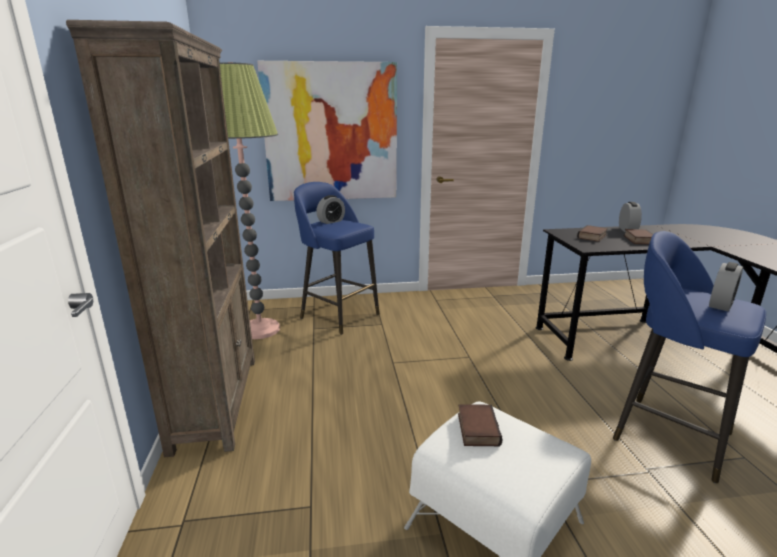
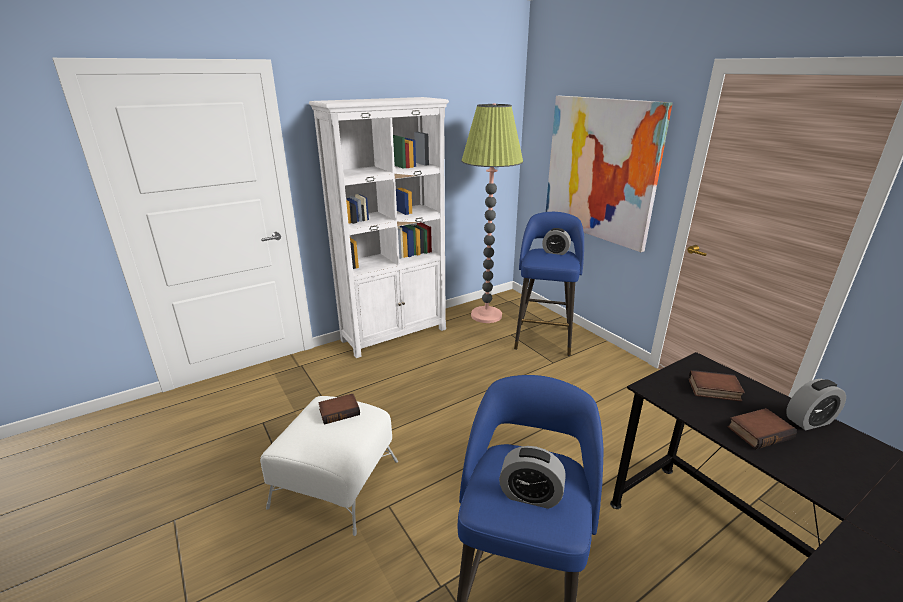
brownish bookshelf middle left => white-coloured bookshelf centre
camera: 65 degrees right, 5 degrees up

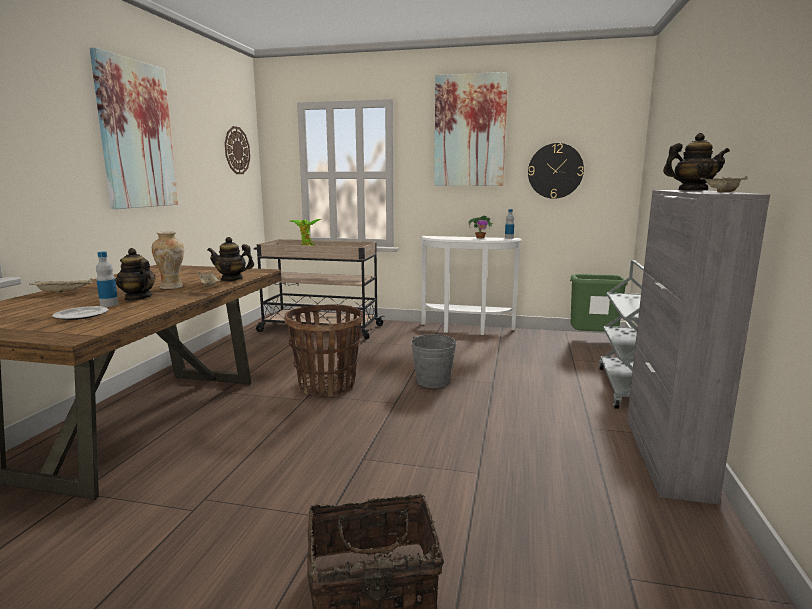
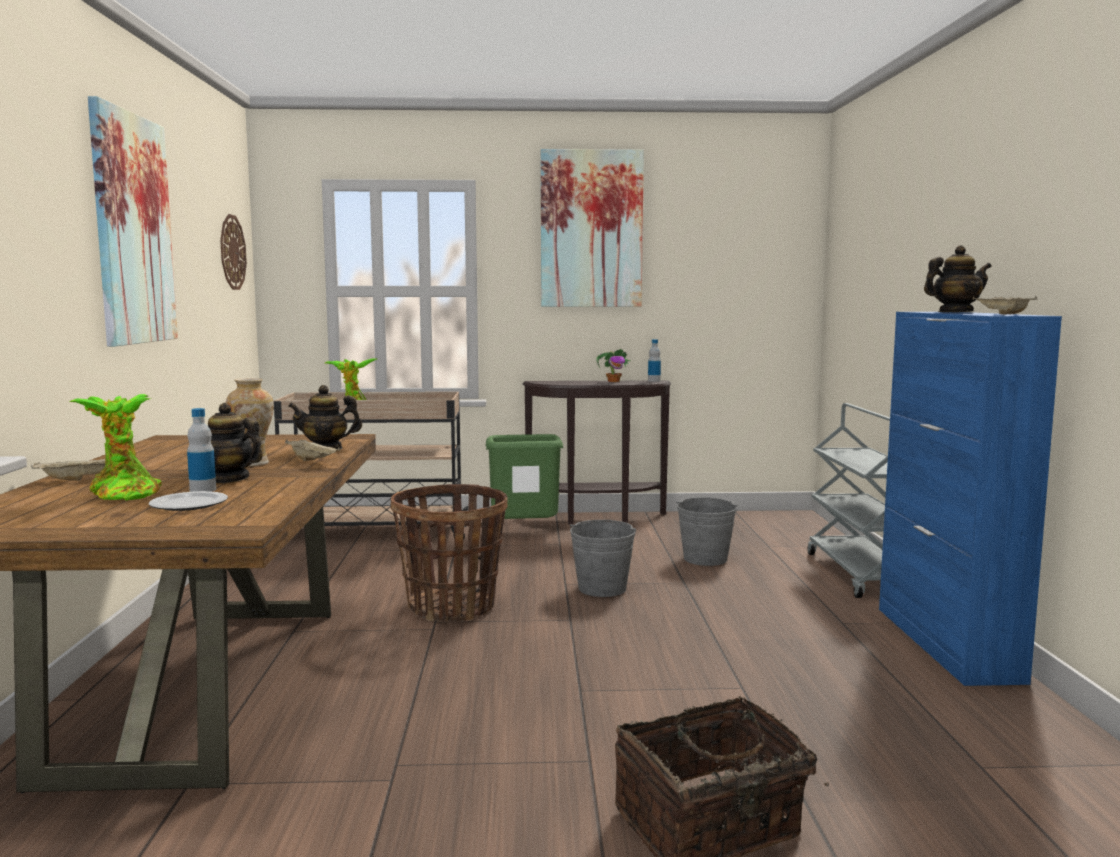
white-coloured narrow table centre => brownish narrow table centre
hanging clock (no. 2 from left) top right => nothing
greenish rubbish bin middle right => greenish rubbish bin centre, shifted
gray cupboard middle right => blue-coloured cupboard middle right
nothing => plant in a pot (no. 1 from left) middle left
nothing => gray bucket (no. 2 from left) centre
camera: 15 degrees left, 5 degrees down

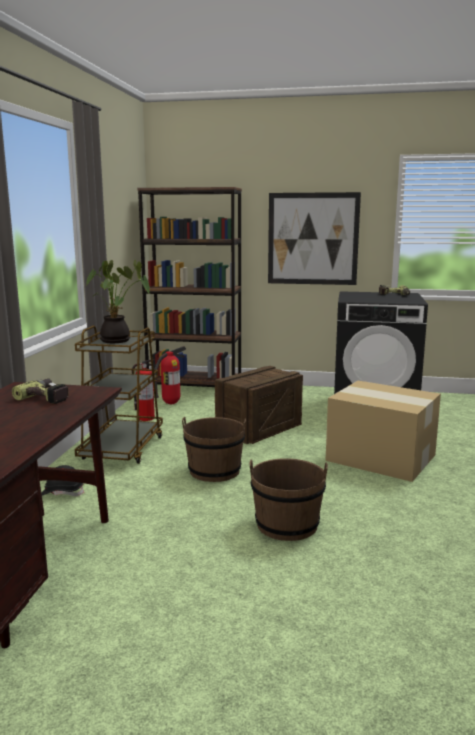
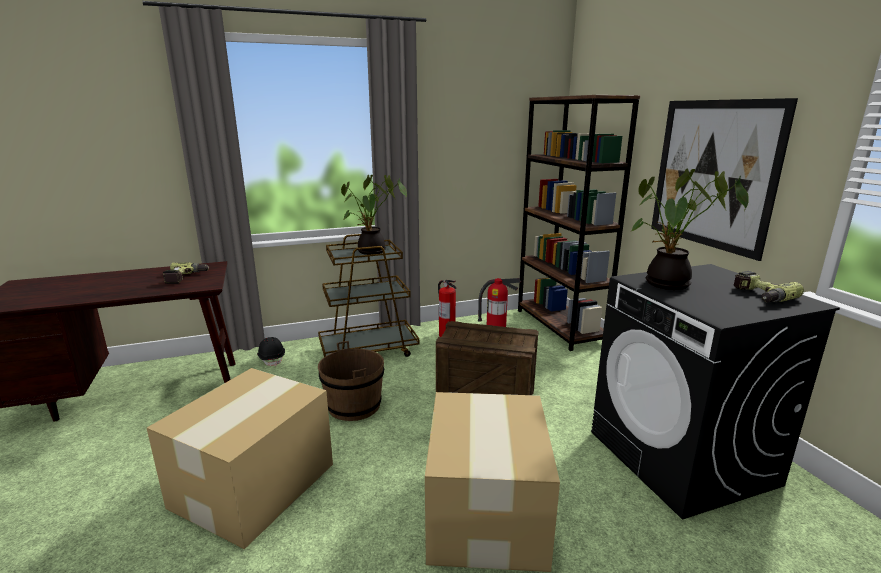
brownish bucket (no. 2 from left) bottom centre => carton (no. 1 from left) bottom left
nothing => plant in a pot (no. 2 from left) middle right
camera: 60 degrees right, 5 degrees up

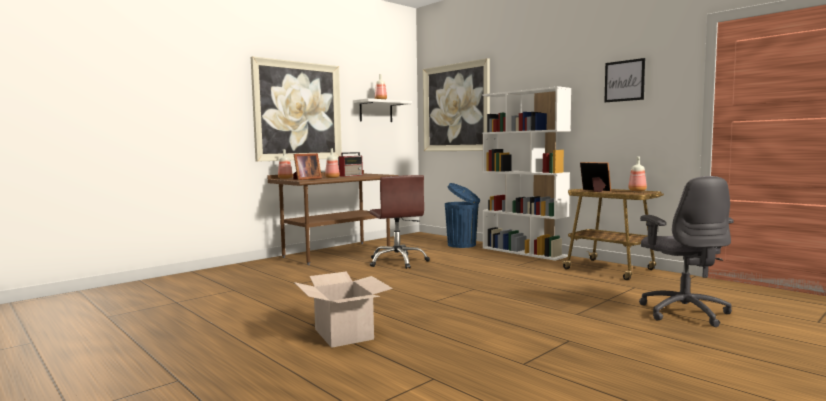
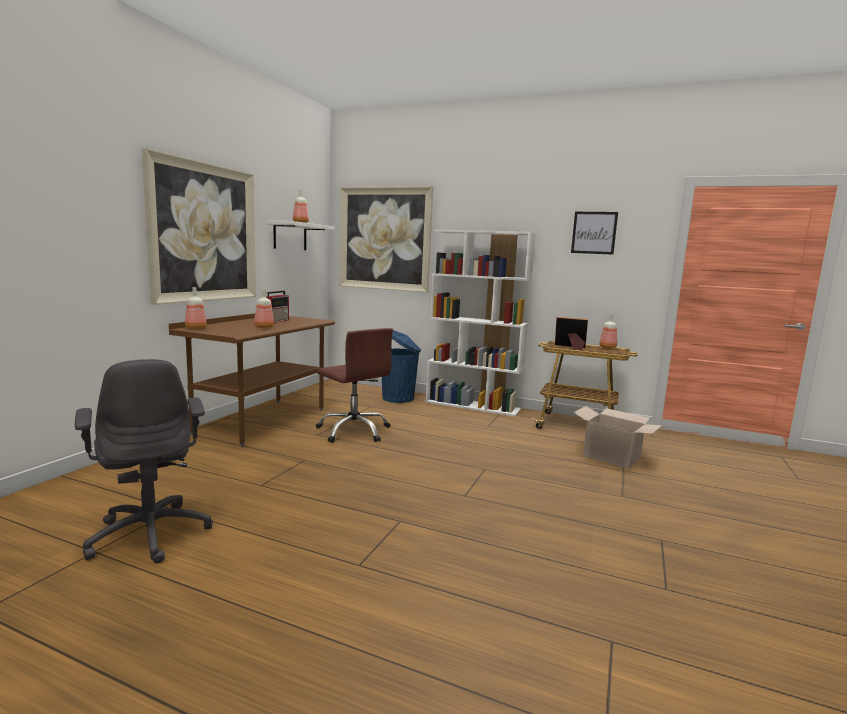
picture frame (no. 1 from left) centre => nothing
carton bottom centre => carton middle right, shifted
gray office chair middle right => gray office chair middle left, shifted
camera: 25 degrees left, 5 degrees up

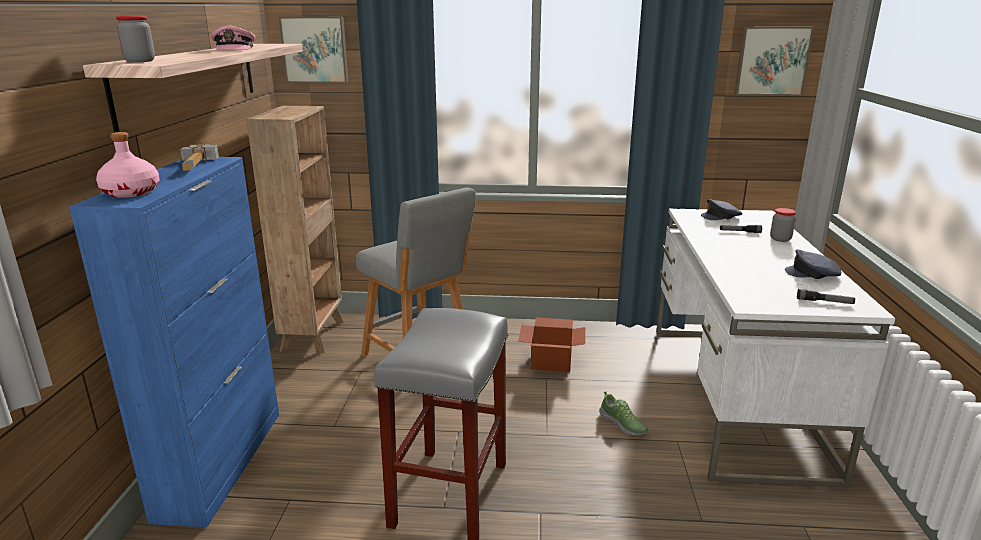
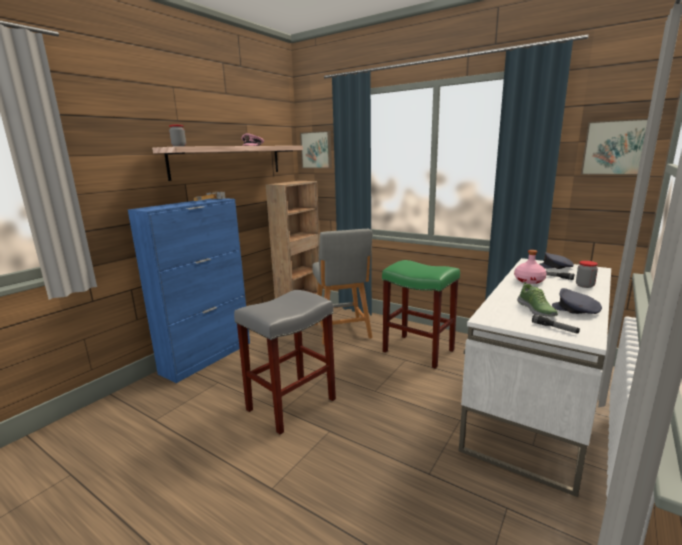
pink-coloured beverage bottle top left => pink-coloured beverage bottle middle right, shifted
carton centre => greenish sitting stool centre
low shoe bottom centre => low shoe middle right, shifted
camera: 30 degrees right, 5 degrees down

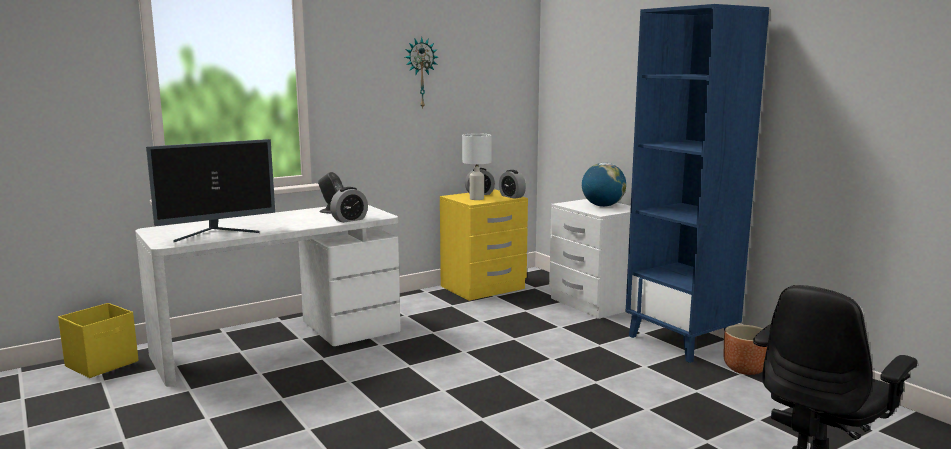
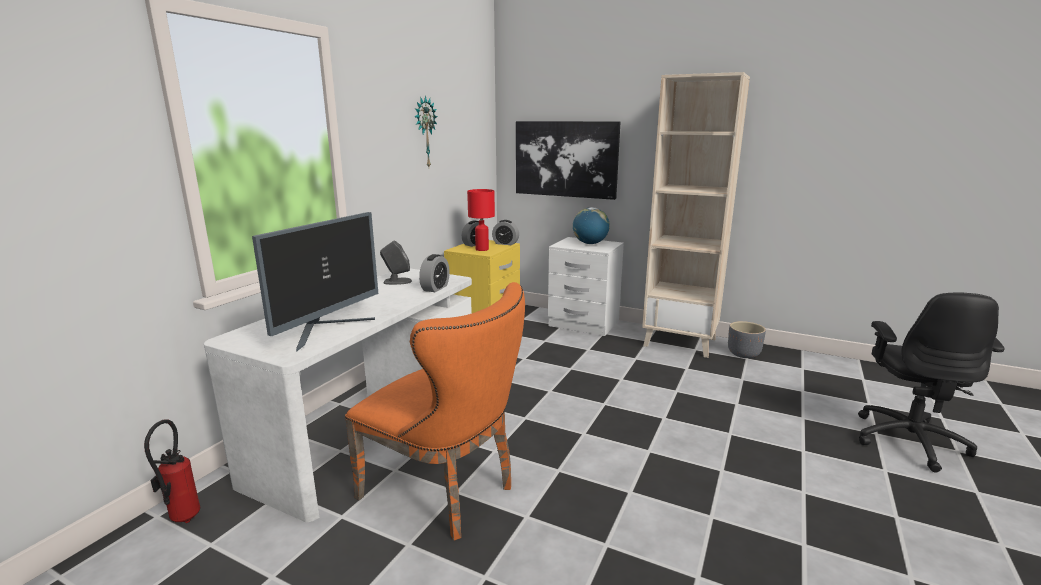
yellow storage container bottom left => extinguisher bottom left
white-coloured lamp for a table centre => reddish lamp for a table centre
blue-coloured bookshelf middle right => sand-coloured bookshelf middle right
brownish plant pot bottom right => gray plant pot middle right
nothing => orangey chair bottom centre
nothing => wall art top centre
camera: 30 degrees left, 5 degrees up

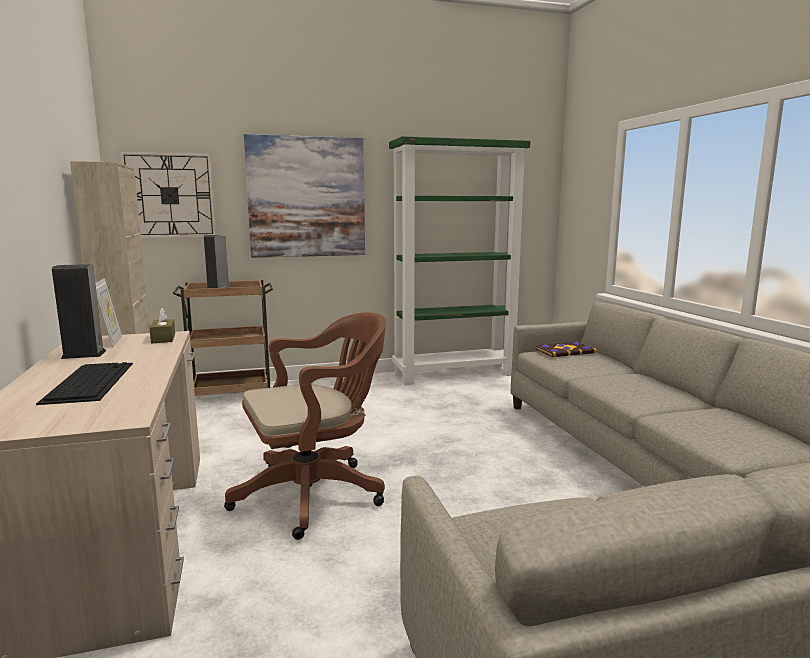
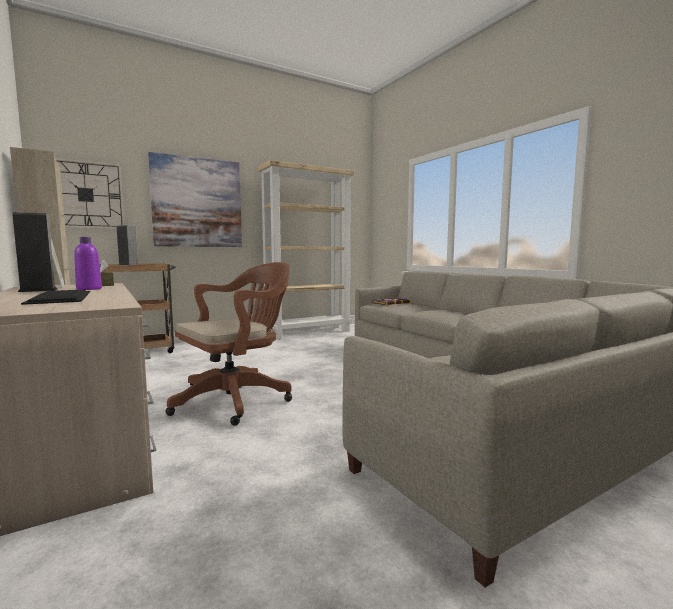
greenish bookshelf centre => sand-coloured bookshelf centre
nothing => purple beverage bottle middle left
camera: 15 degrees left, 5 degrees down

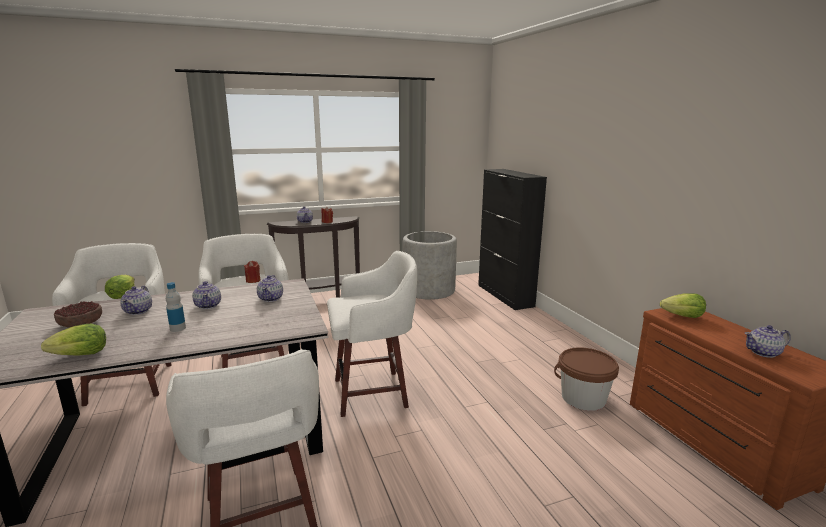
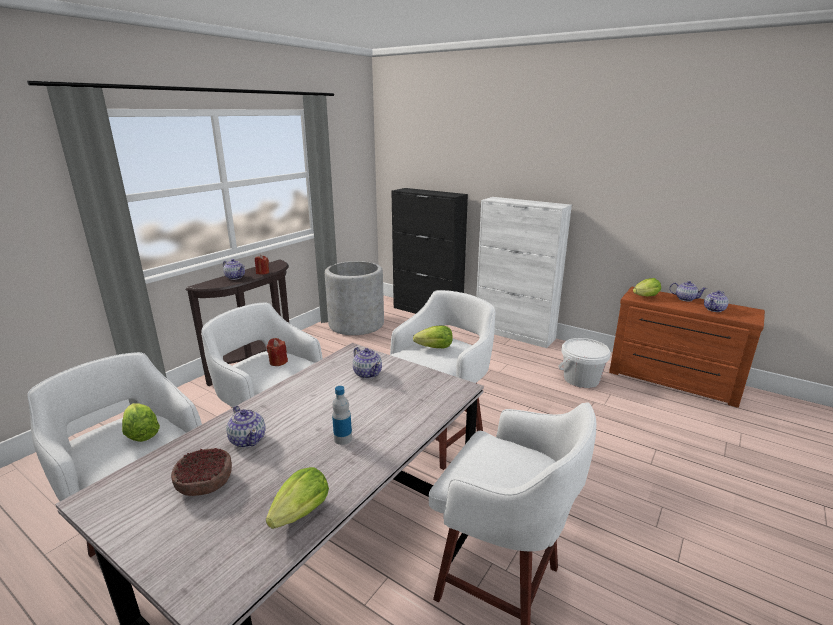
teapot (no. 2 from left in the first image) middle left => teapot (no. 4 from left) middle right, shifted
brownish bucket bottom right => white-coloured bucket middle right
nothing => head of lettuce (no. 3 from left) centre
nothing => white-coloured cupboard centre
camera: 35 degrees left, 5 degrees up

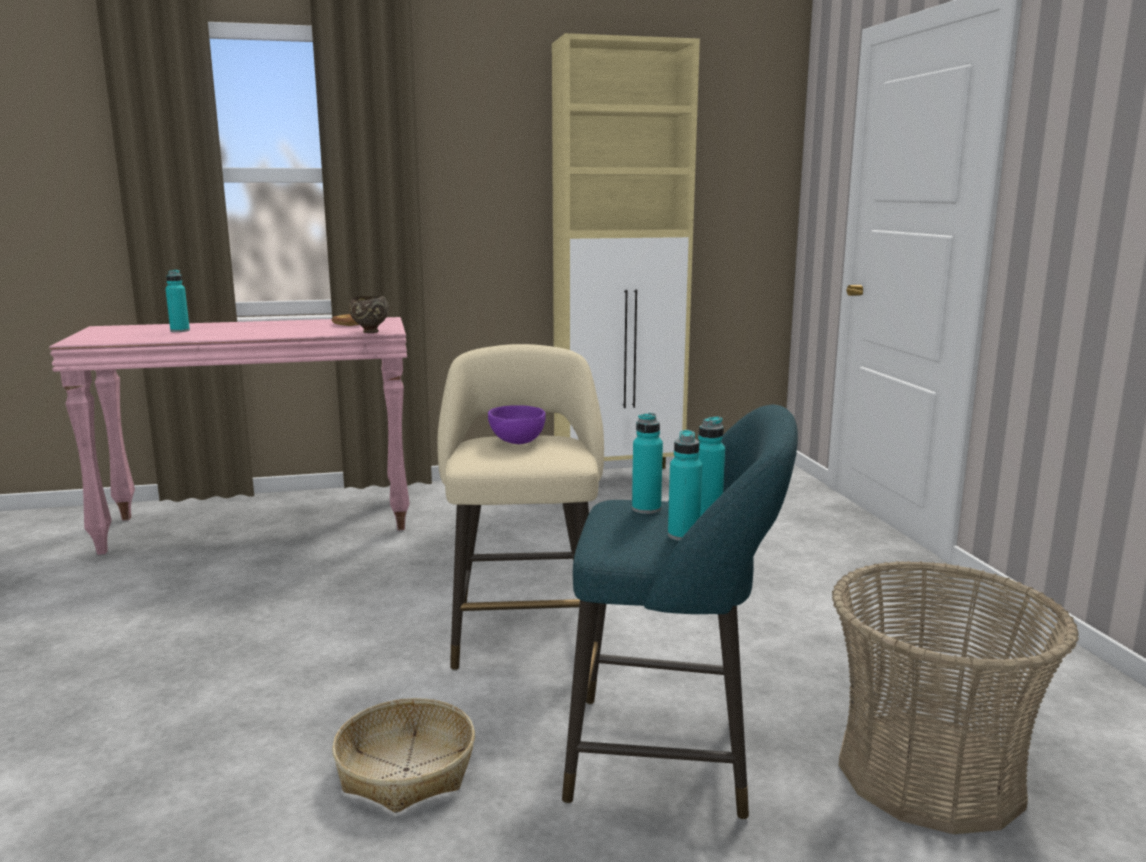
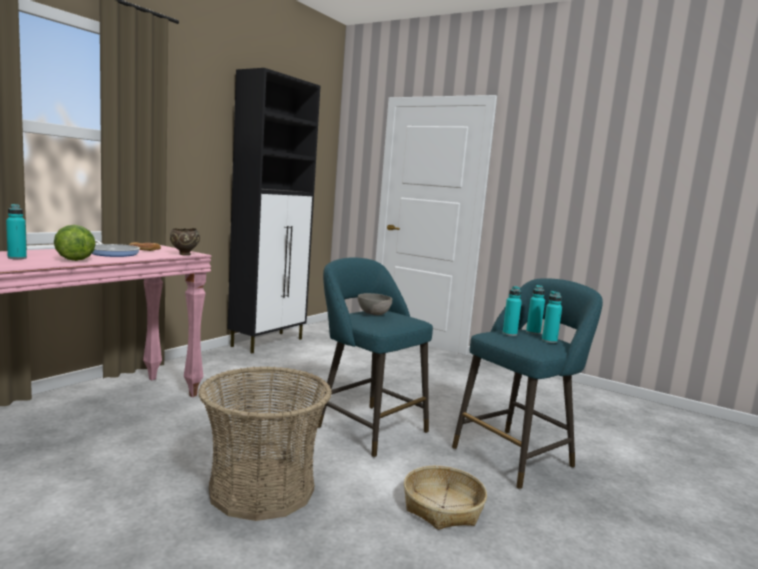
sand-coloured sitting stool centre => turquoise-coloured sitting stool (no. 1 from left) centre
purple bowl centre => gray bowl centre
sand-coloured cupboard top centre => black cupboard centre
basket (no. 2 from left in the first image) bottom right => basket (no. 1 from left) bottom centre, shifted
nothing => head of lettuce middle left
nothing => frying pan middle left
camera: 45 degrees left, 5 degrees down

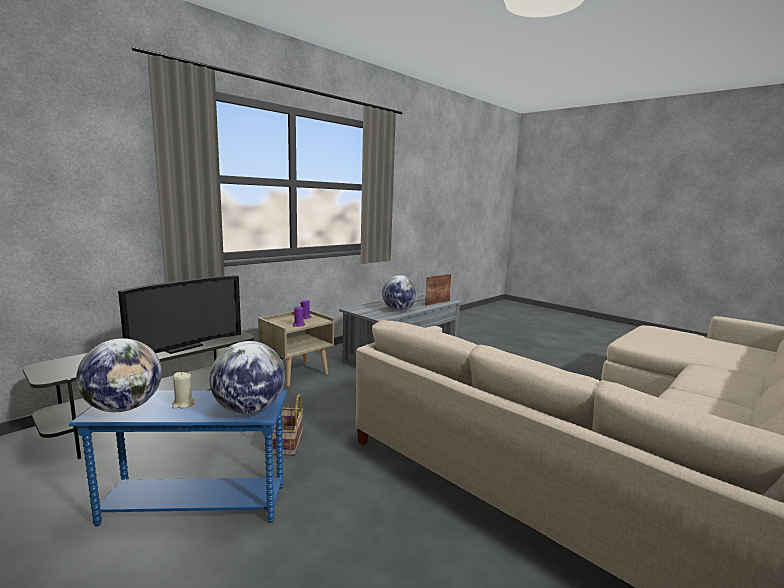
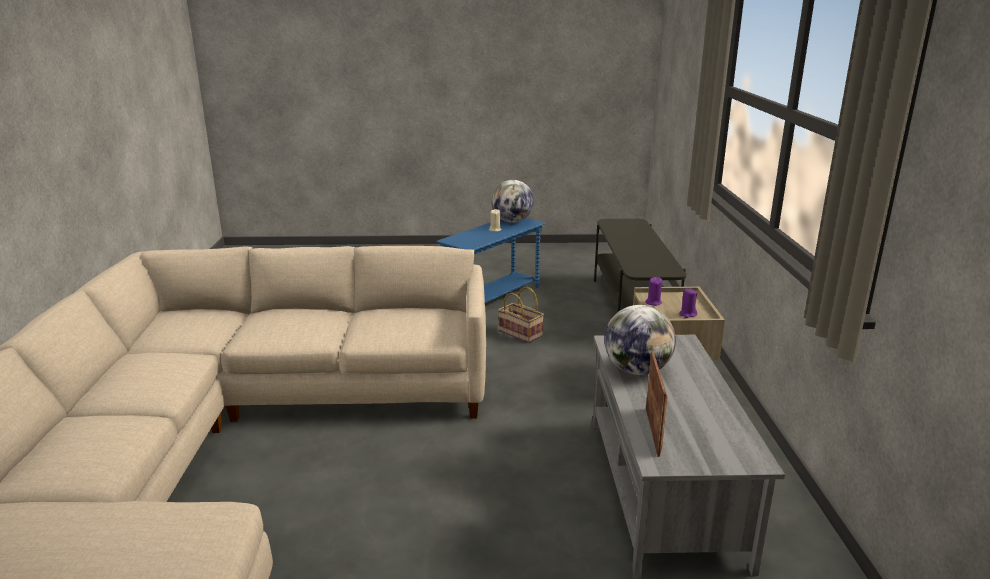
TV set middle left => nothing
globe (no. 2 from left) middle left => nothing
camera: 135 degrees right, 10 degrees up

